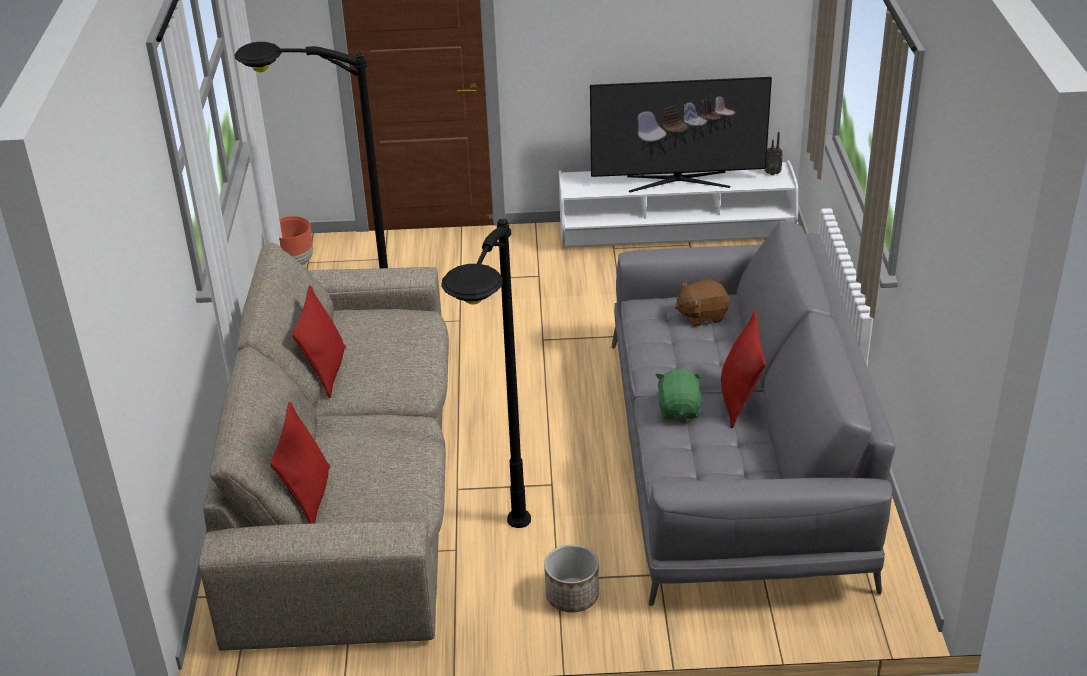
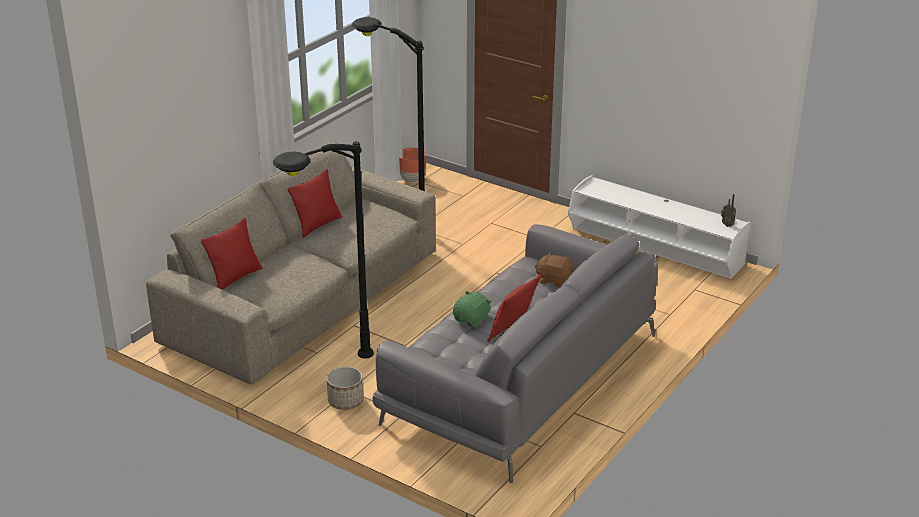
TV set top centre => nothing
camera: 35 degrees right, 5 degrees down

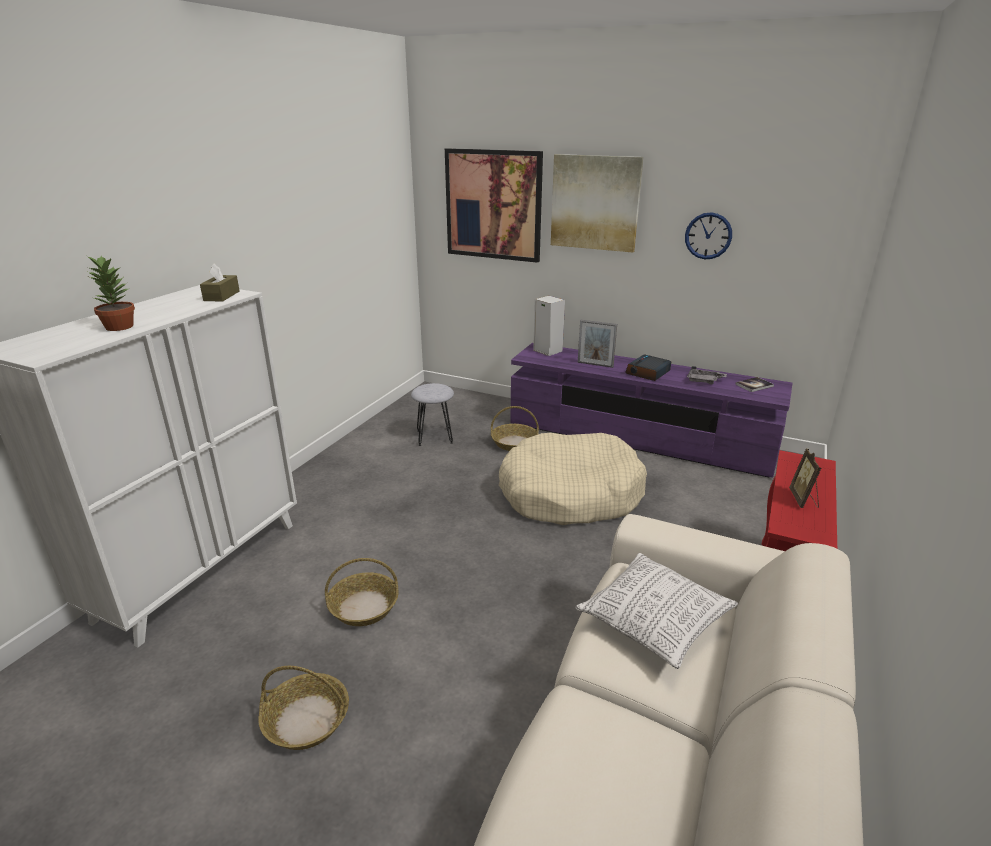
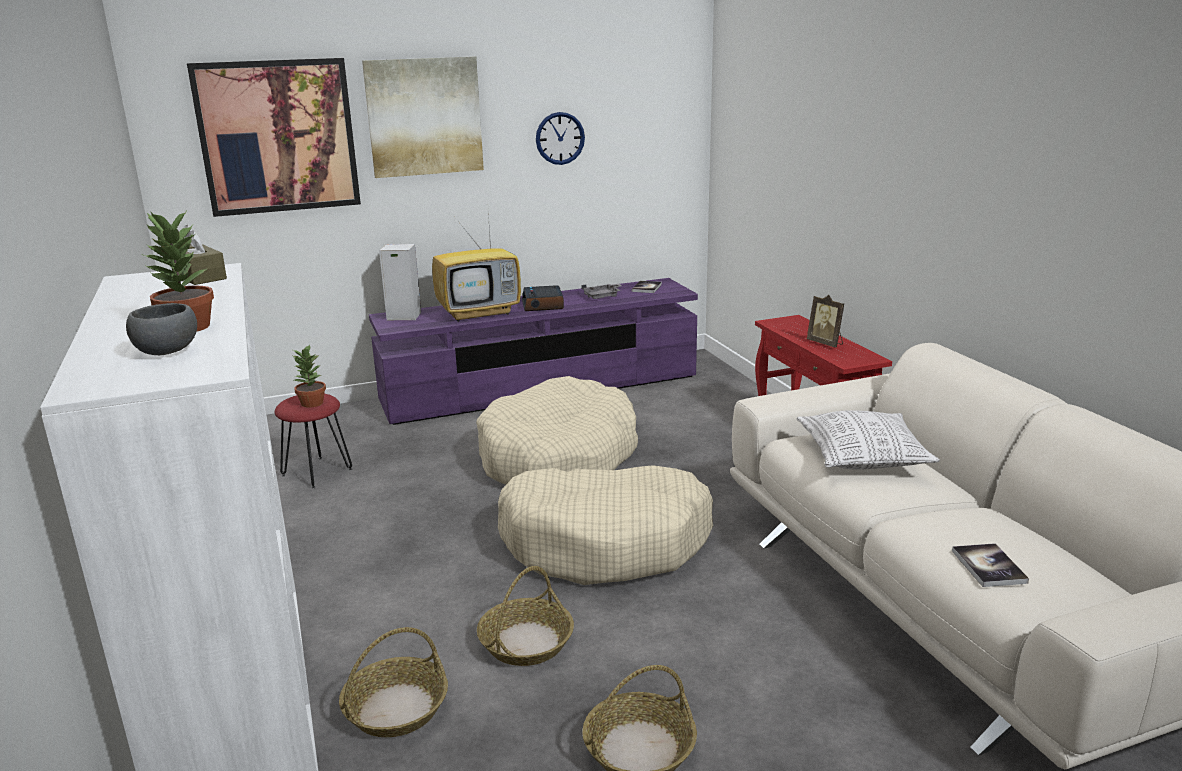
gray sitting stool centre => reddish sitting stool middle left
basket (no. 3 from left in the first image) centre => basket (no. 1 from left) bottom left, shifted
picture frame (no. 1 from left) centre => TV set centre
nothing => gray bowl middle left
nothing => plant in a pot (no. 2 from left) middle left
nothing => sand-coloured dog bed (no. 2 from left) bottom centre
nothing => book (no. 2 from left) bottom right
camera: 45 degrees left, 5 degrees down

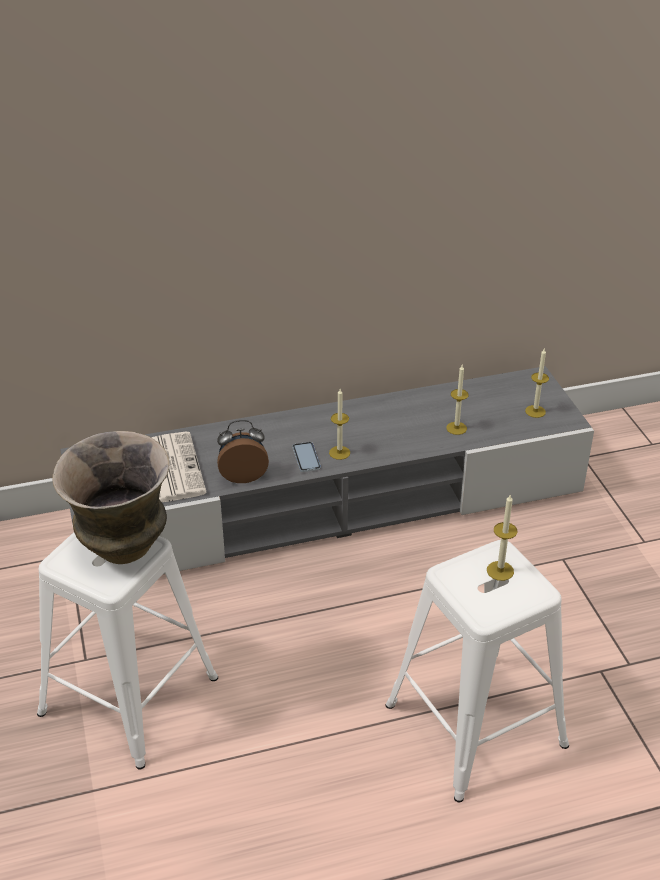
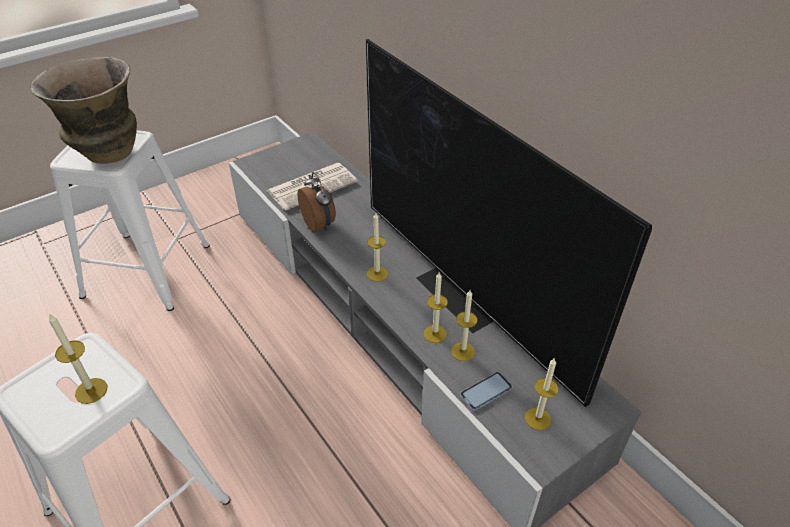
telephone centre => telephone bottom centre, shifted
nothing => TV set centre
nothing => candle (no. 3 from left) centre
camera: 70 degrees right, 5 degrees up

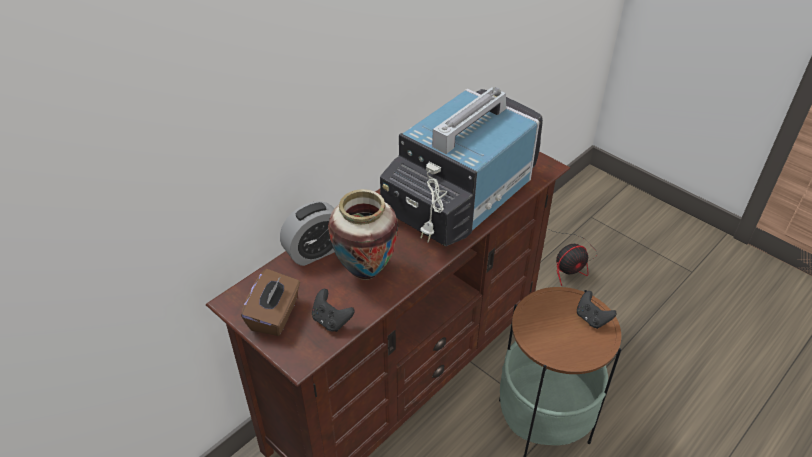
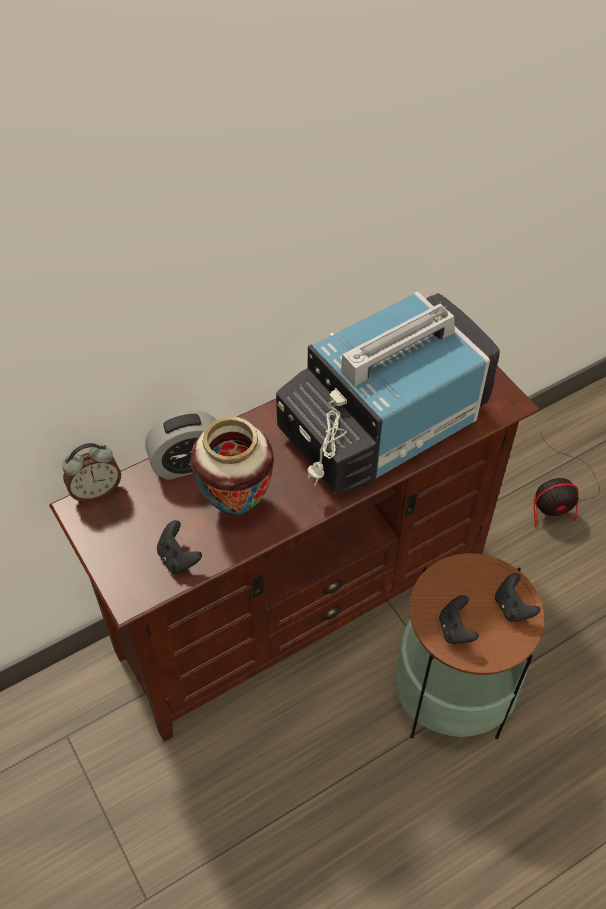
brownish box of tissues middle left => nothing
nothing => table clock (no. 1 from left) middle left
nothing => black game controller (no. 2 from left) bottom right
camera: 15 degrees right, 10 degrees up

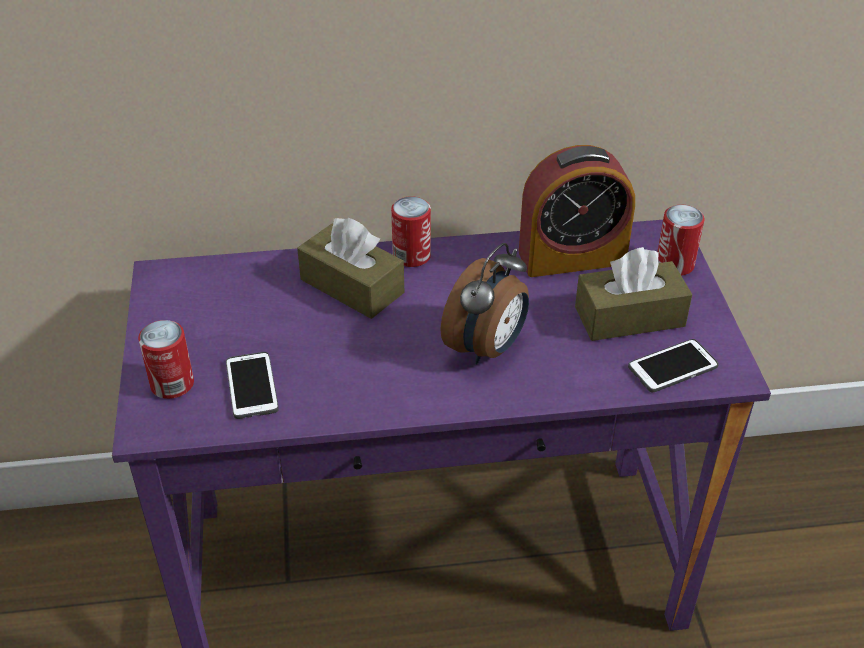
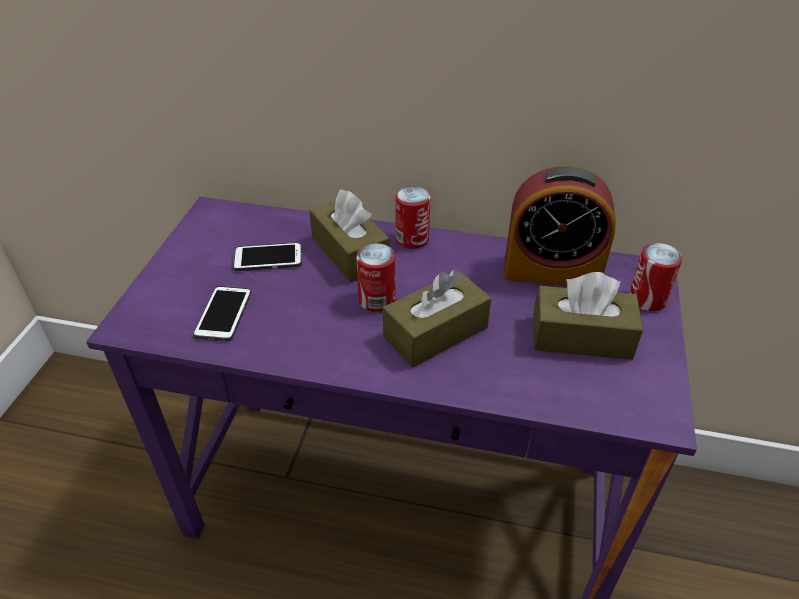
can (no. 1 from left) middle left => can (no. 1 from left) centre, shifted
table clock (no. 1 from left) centre => brownish box of tissues (no. 2 from left) centre
telephone (no. 2 from left) middle right => telephone (no. 2 from left) centre, shifted
camera: 20 degrees right, 0 degrees up

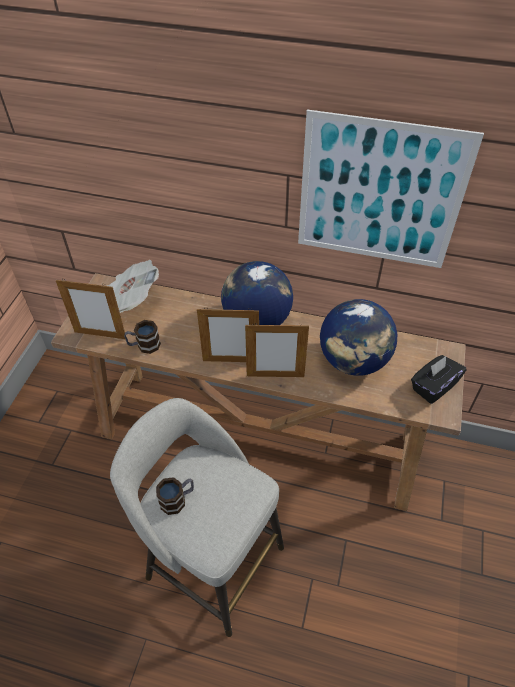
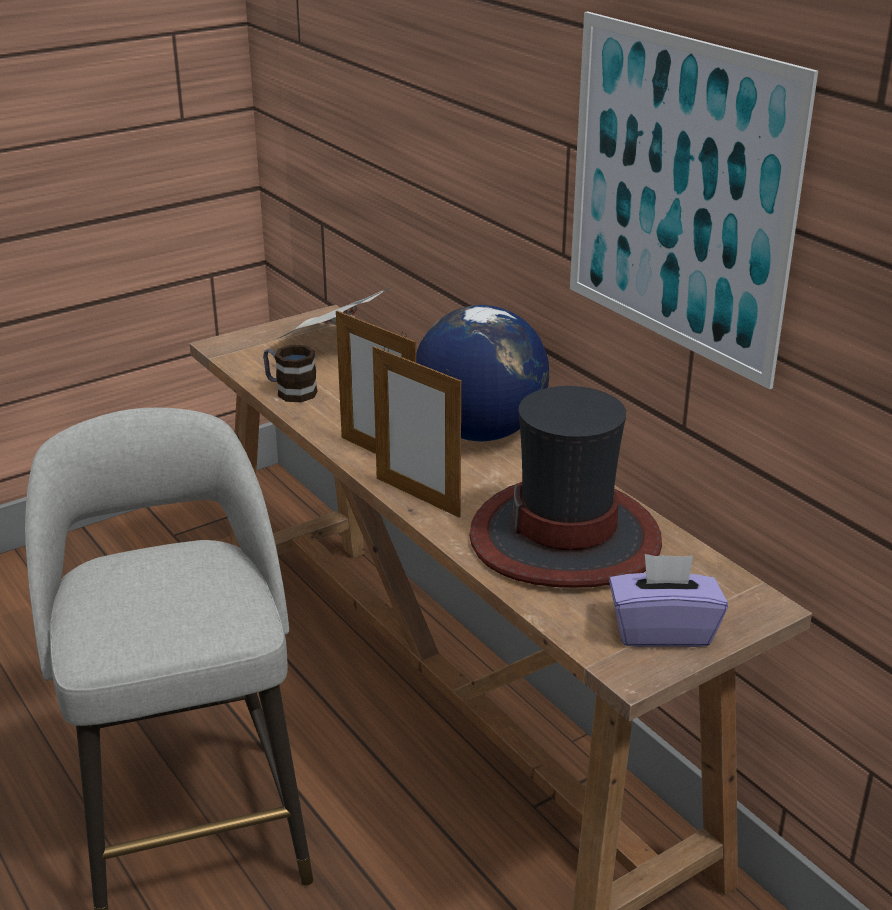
picture frame (no. 1 from left) middle left => nothing
tea mug (no. 2 from left) bottom centre => nothing
globe (no. 2 from left) middle right => wearable hat centre
black box of tissues middle right => purple box of tissues middle right
camera: 40 degrees right, 20 degrees down

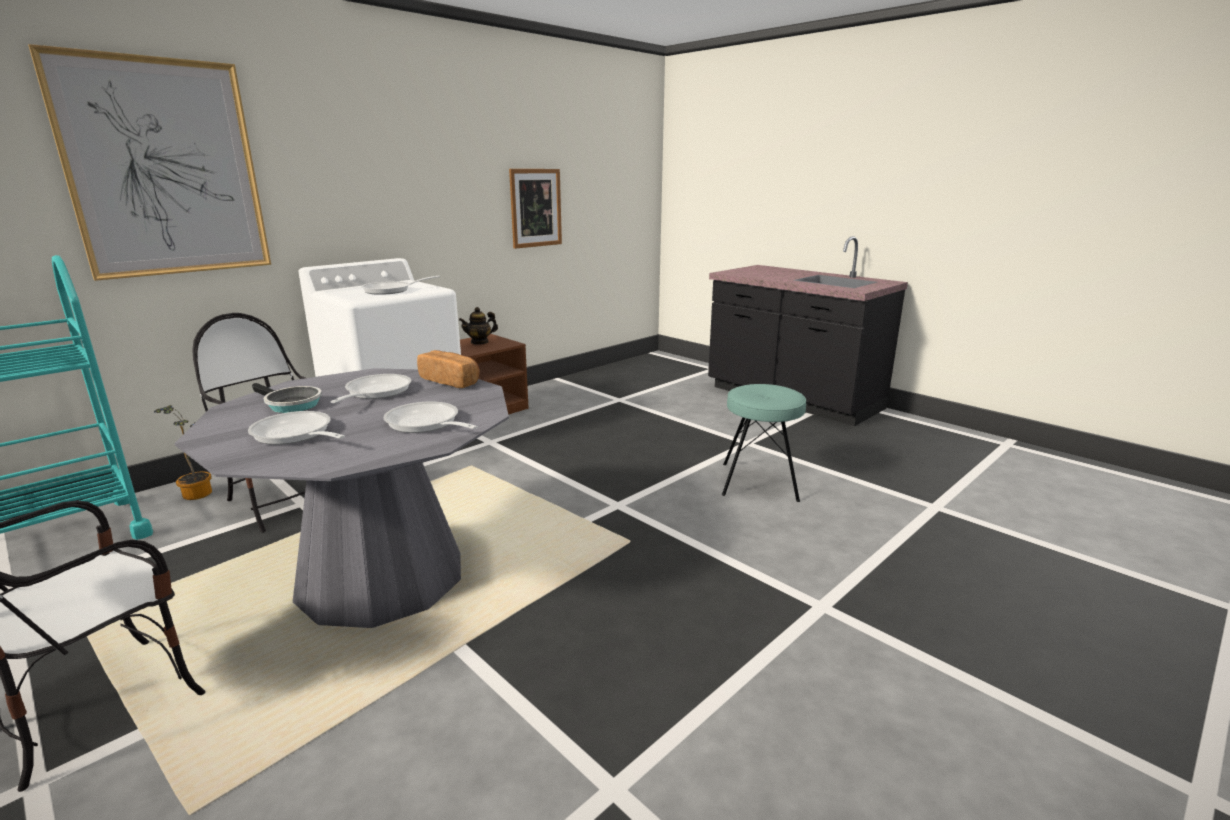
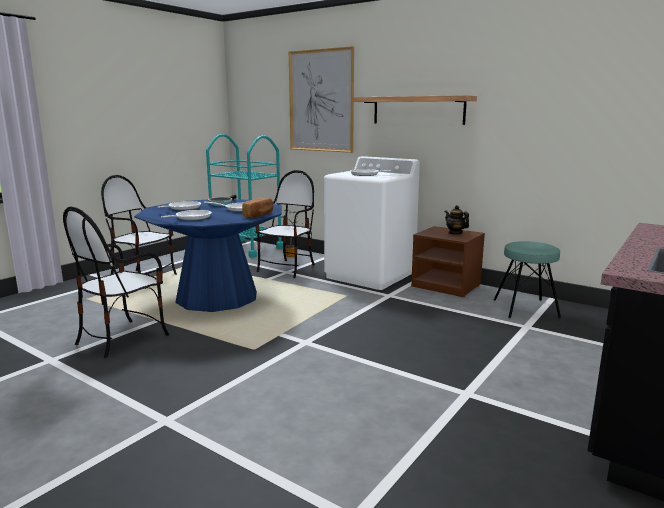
gray kitchen table middle left => blue-coloured kitchen table middle left
wall art (no. 2 from left) top centre => nothing
turquoise-coloured sitting stool centre => turquoise-coloured sitting stool middle right, shifted
nothing => chair (no. 1 from left) middle left
nothing => shelf top centre
camera: 80 degrees right, 5 degrees down

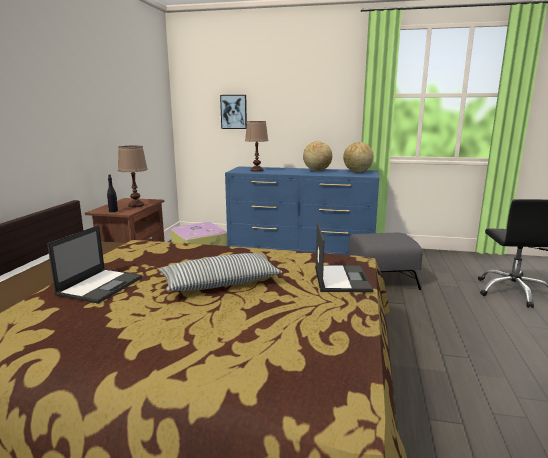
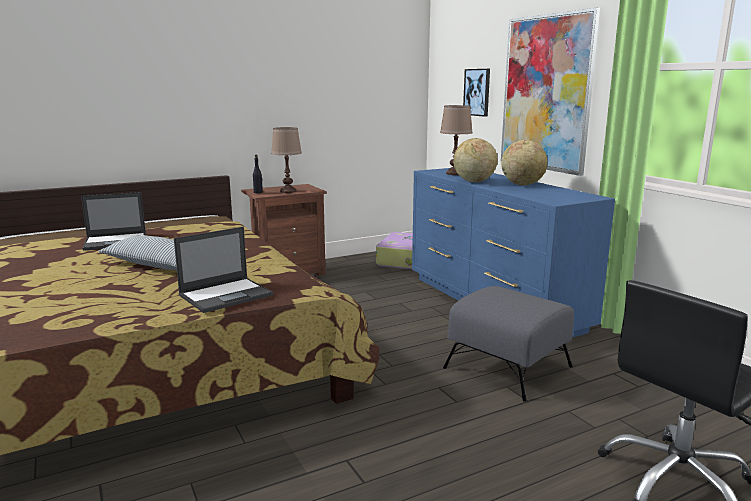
globe (no. 2 from left in the first image) centre => globe (no. 1 from left) top centre, shifted
nothing => wall art (no. 2 from left) top right
camera: 50 degrees right, 0 degrees up

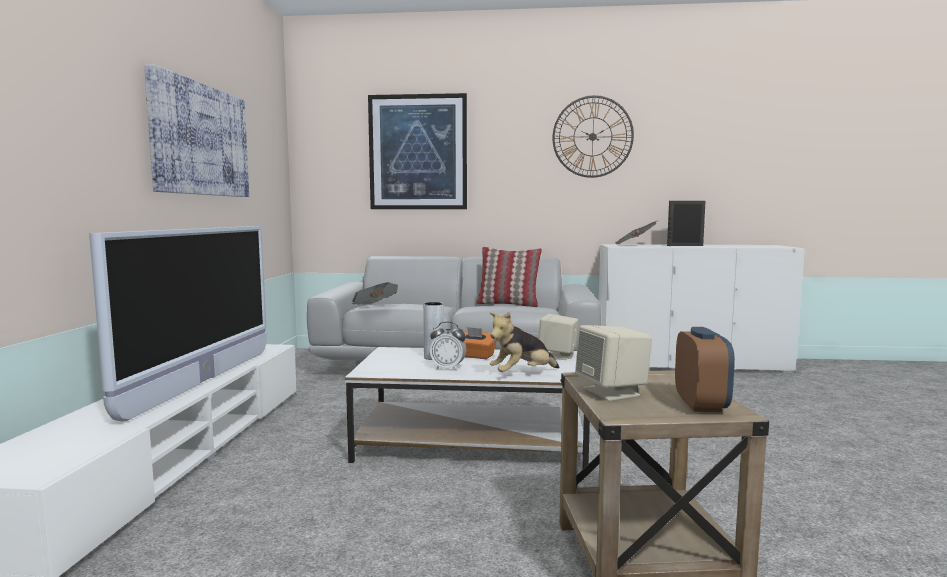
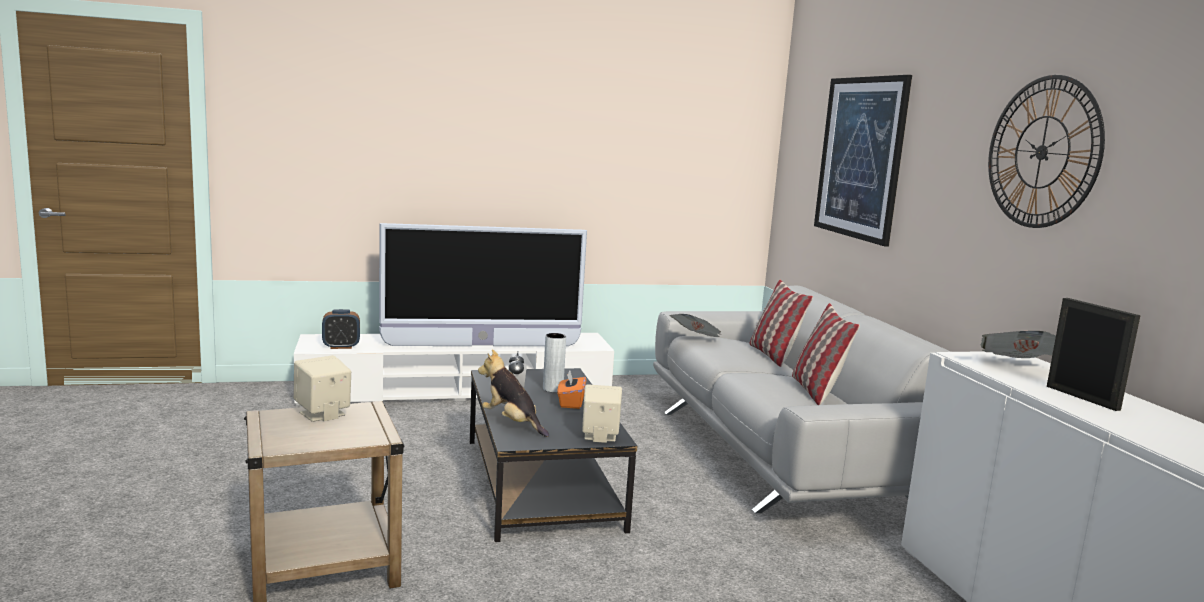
wall art (no. 1 from left) top left => nothing
white-coloured lounge table bottom centre => black lounge table bottom centre
table clock (no. 2 from left in the first image) middle right => table clock (no. 1 from left) middle left, shifted
nothing => pillow (no. 1 from left) centre
camera: 70 degrees right, 5 degrees up

